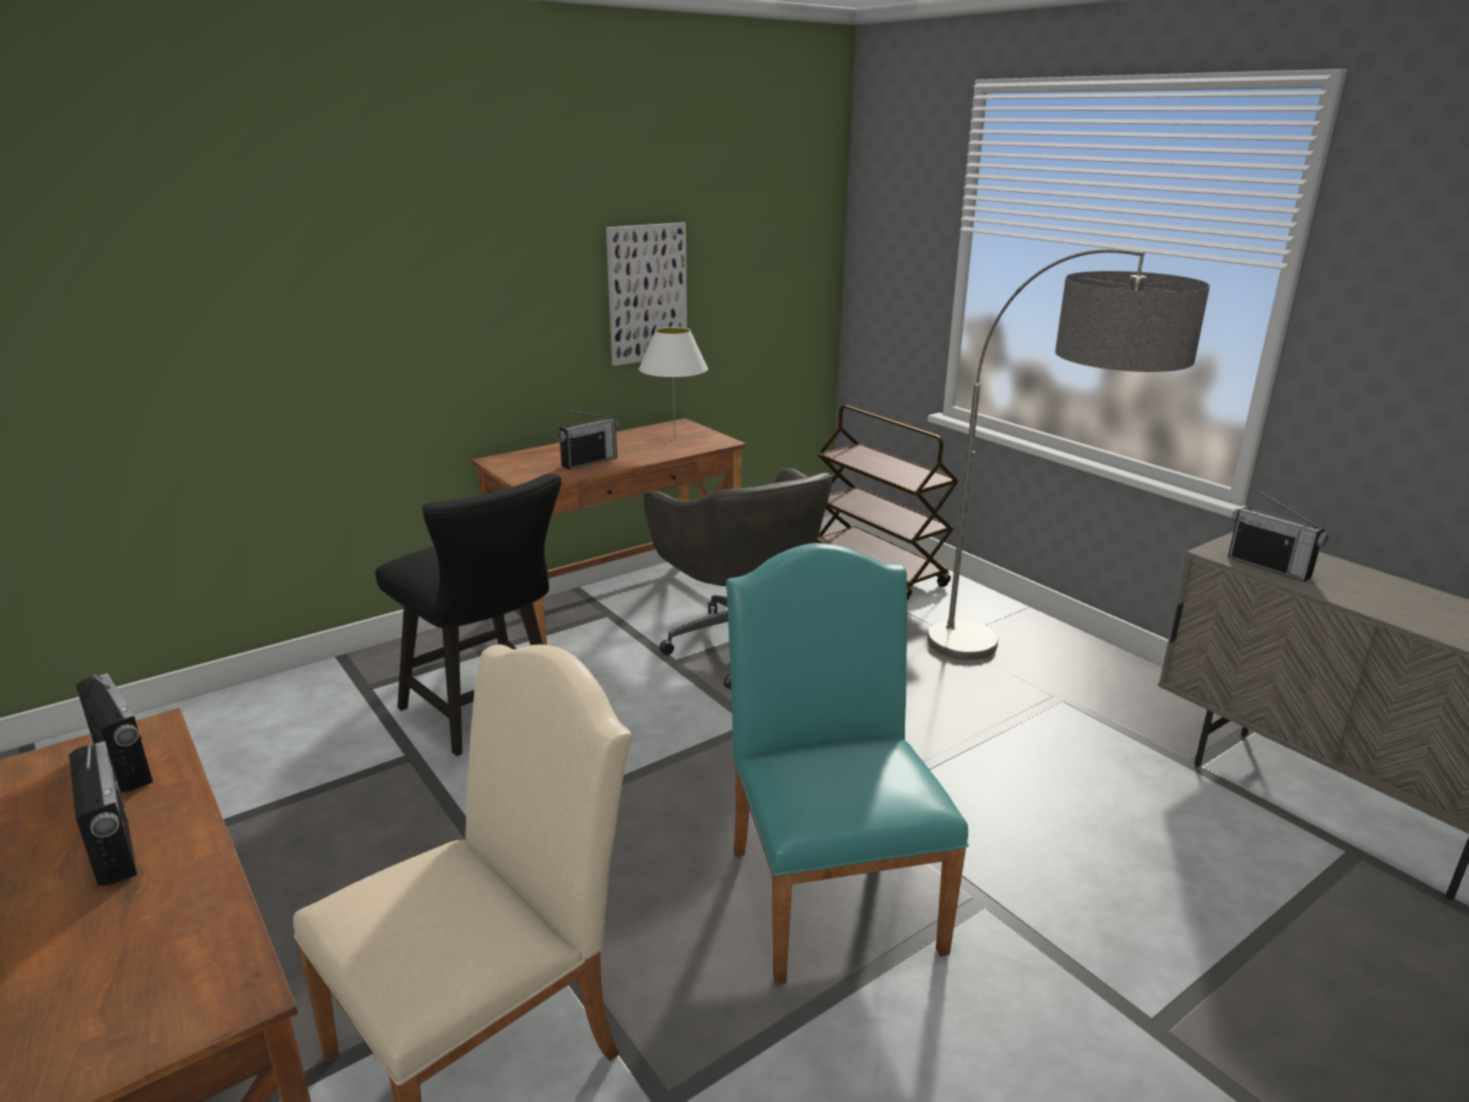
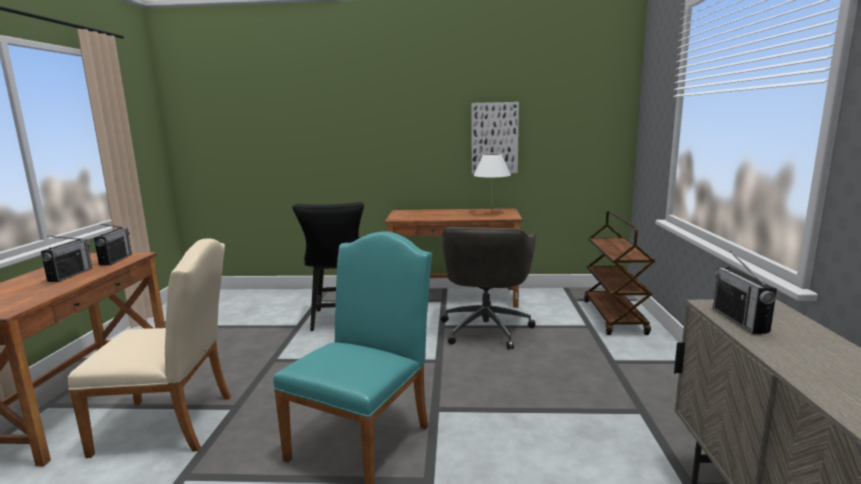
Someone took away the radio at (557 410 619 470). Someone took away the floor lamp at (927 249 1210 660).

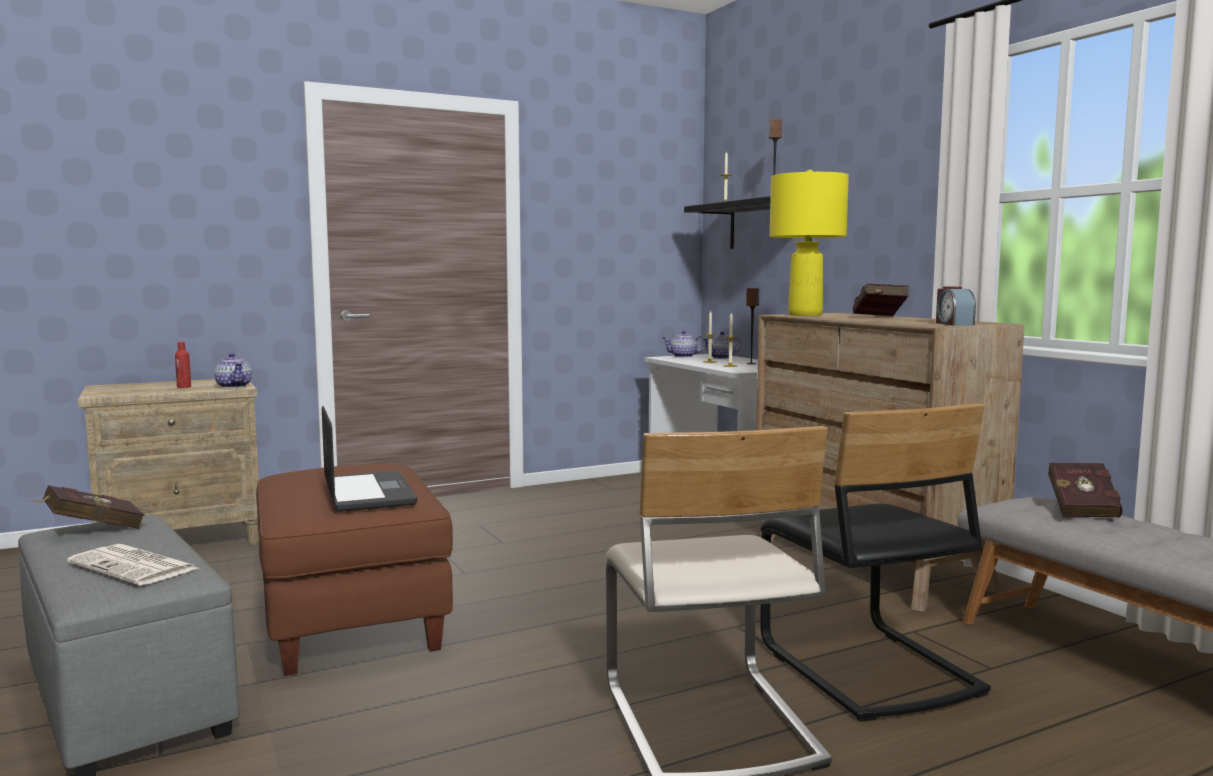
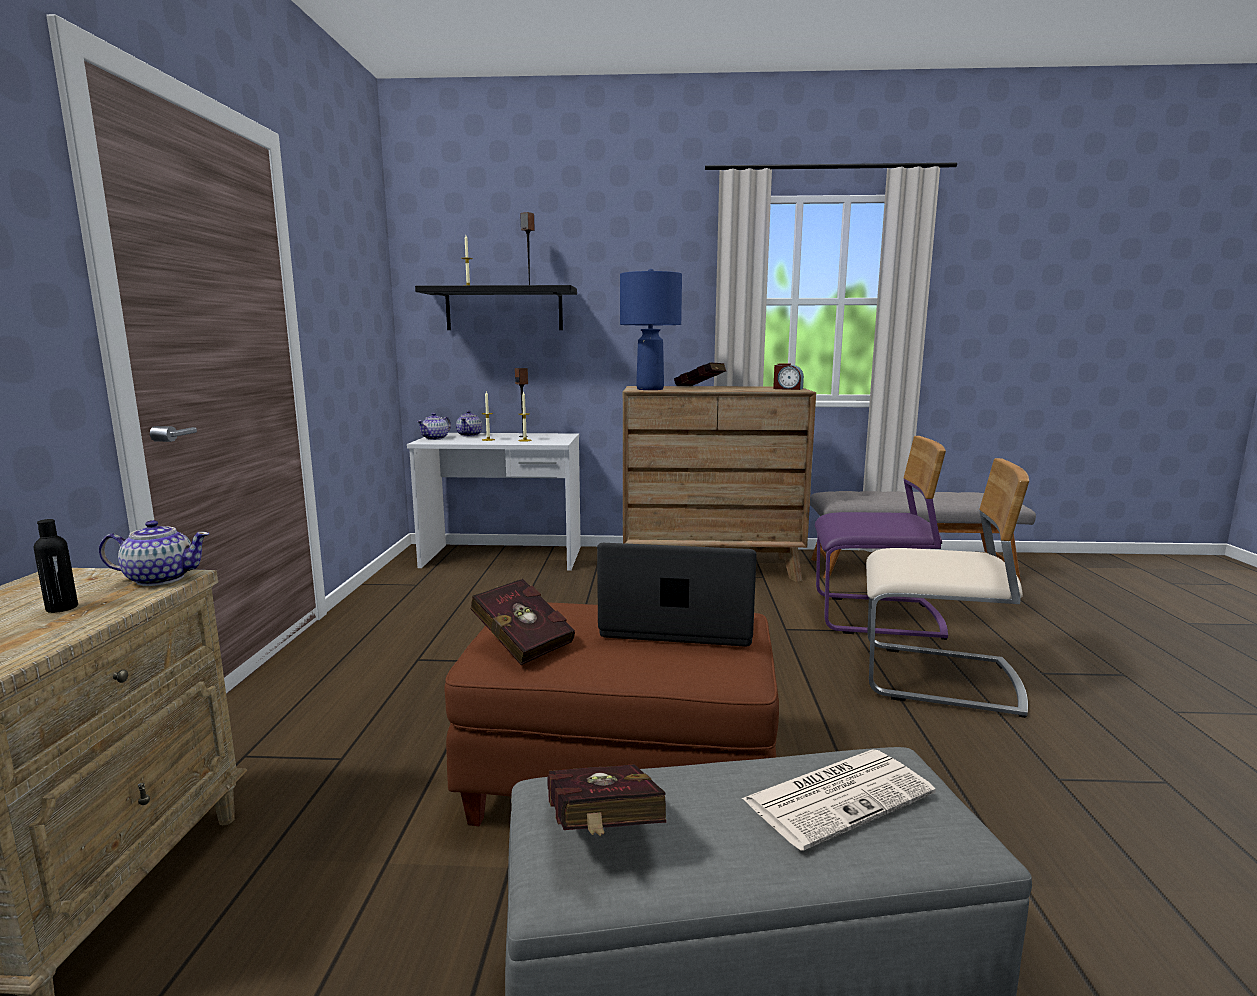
Someone carried the red book from (1048 463 1123 517) to (470 579 575 665). Someone repainted the red bottle at (175 342 191 388), which became the black bottle at (33 519 78 613). Someone repainted the black chair at (760 403 991 722), which became the purple chair at (815 436 948 640). Someone repainted the yellow table lamp at (770 170 849 316), which became the blue table lamp at (620 269 682 390).

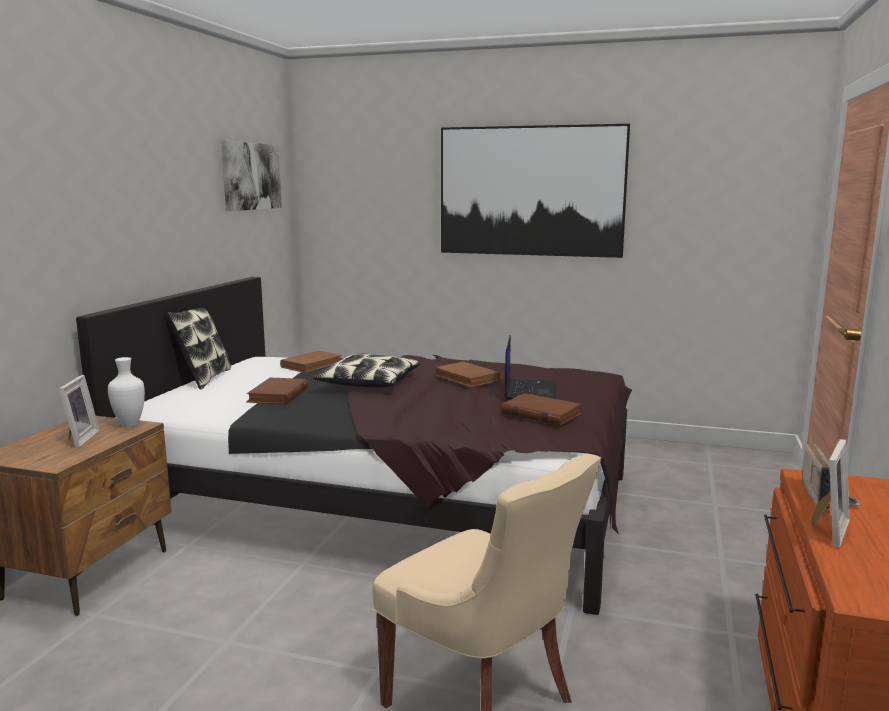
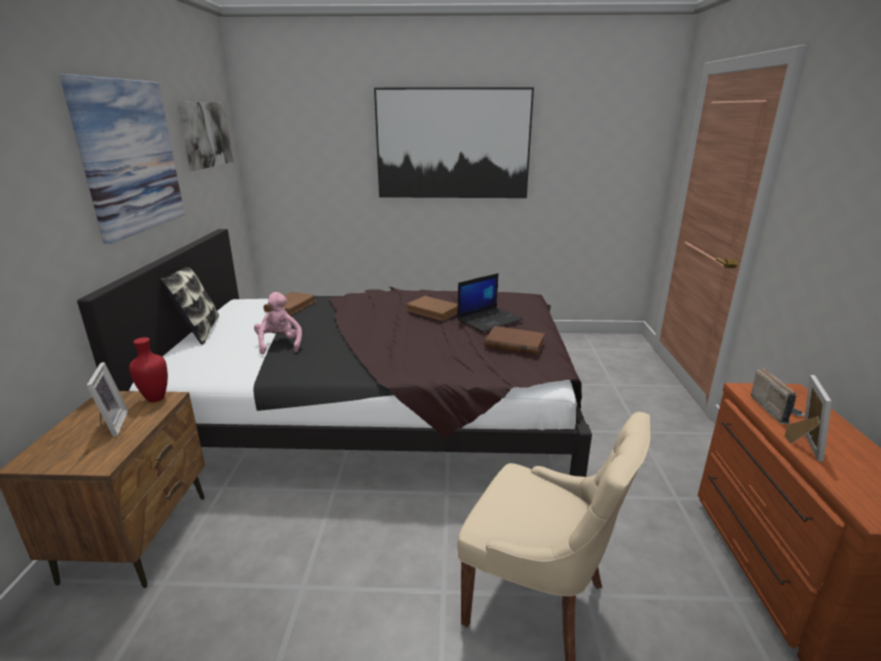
Someone took away the pillow at (313 353 419 387). Someone put up the picture at (59 74 185 244). Someone swapped the brown book at (246 378 308 404) for the pink plush toy at (254 292 302 354). Someone repainted the white vase at (108 357 145 427), which became the red vase at (129 337 168 402). Someone rotated the laptop at (504 335 556 399) by 60 degrees clockwise.

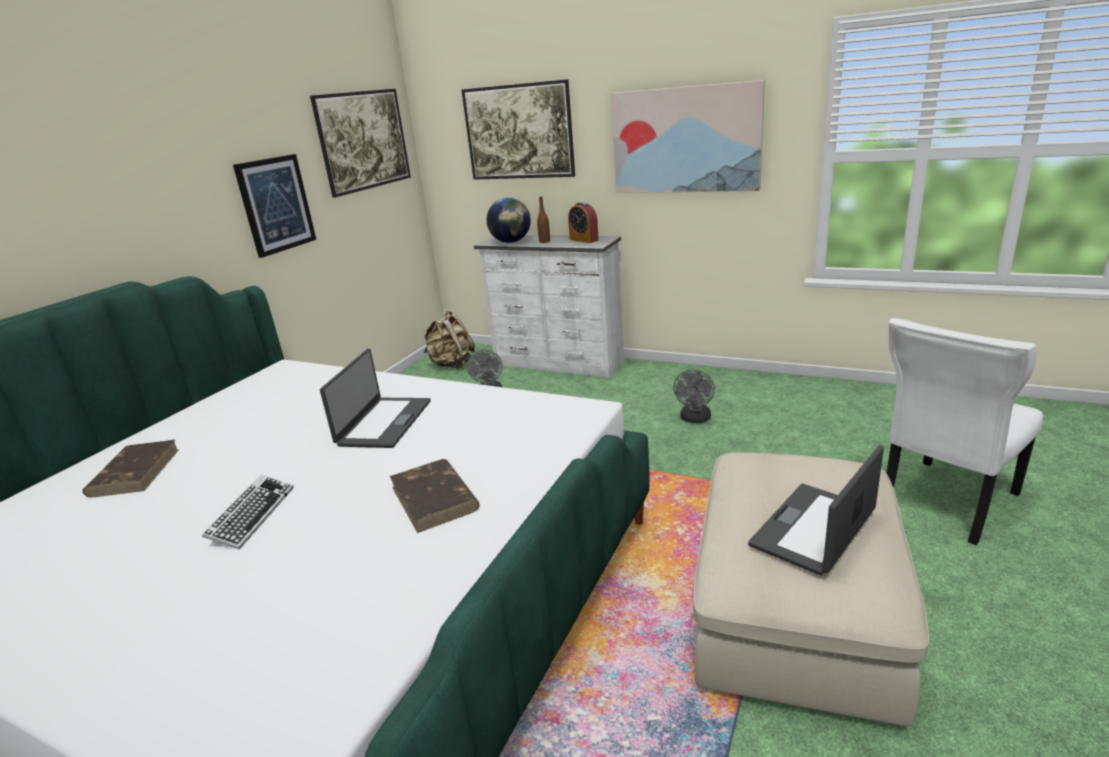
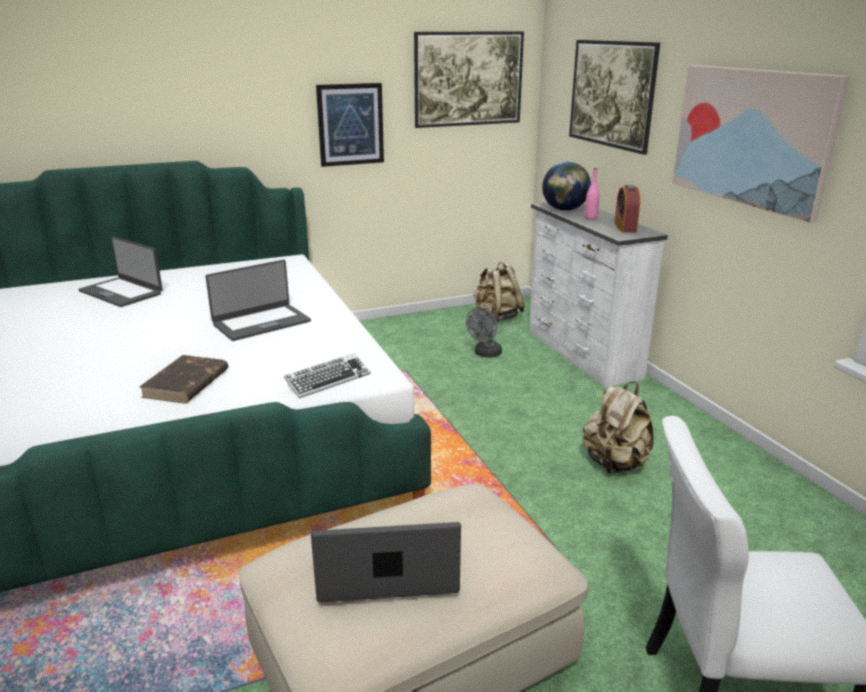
Someone carried the keyboard from (202 474 294 550) to (284 353 371 398). Someone swapped the brown book at (82 440 179 498) for the laptop at (78 236 163 307). Someone swapped the grey fan at (673 369 715 423) for the beige backpack at (583 382 654 474). Someone repainted the brown bottle at (537 196 550 243), which became the pink bottle at (585 168 600 220).

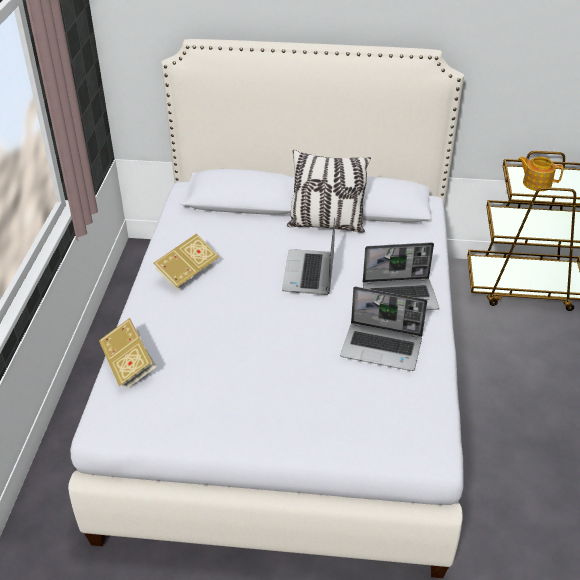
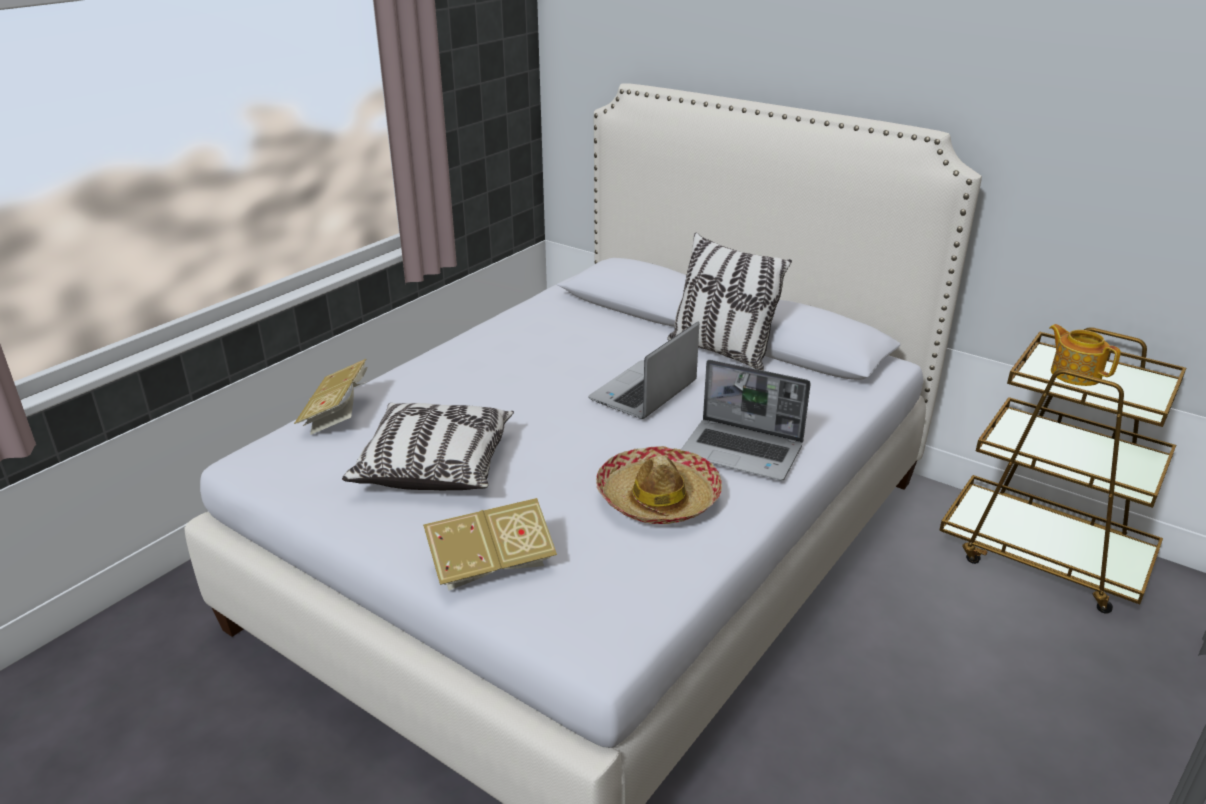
Someone put down the pillow at (342 403 514 490). Someone carried the book from (153 233 220 291) to (423 498 557 591). Someone swapped the laptop at (340 287 427 371) for the hat at (596 446 722 524).

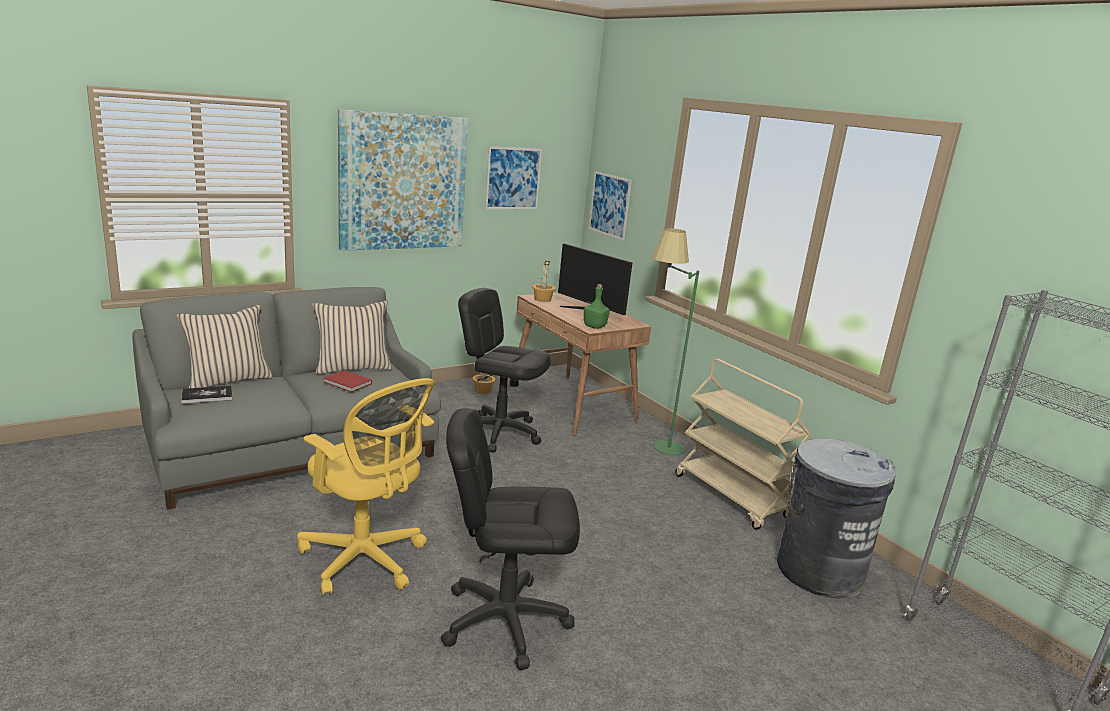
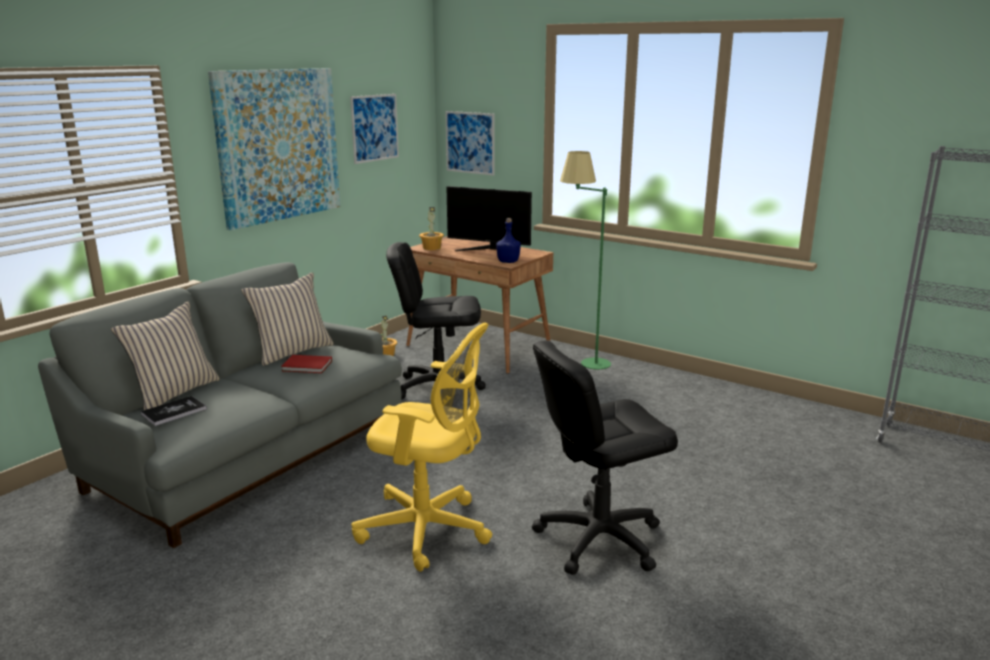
Someone took away the beige cart at (675 359 811 530). Someone took away the grey trash can at (777 439 896 598). Someone repainted the green bottle at (584 284 610 329), which became the blue bottle at (496 218 521 263).

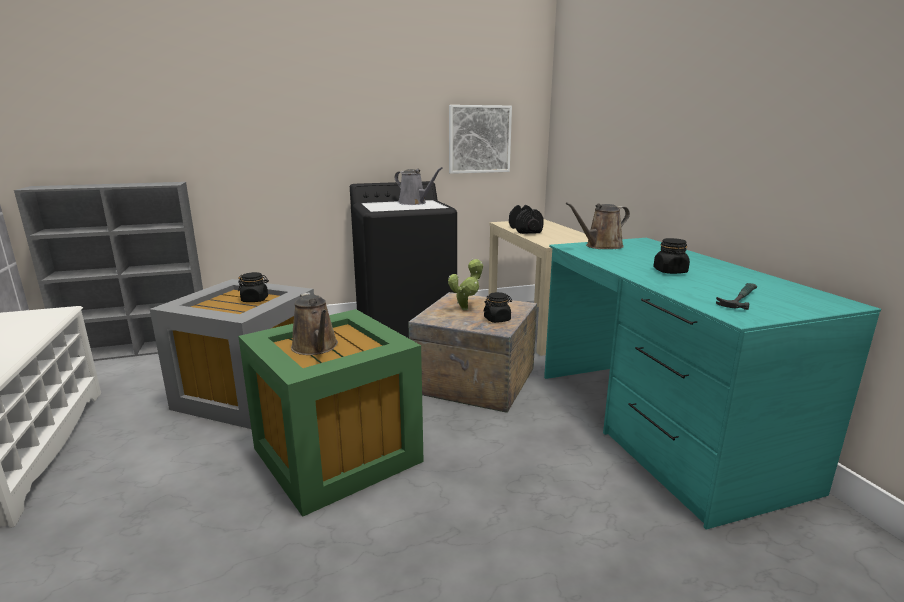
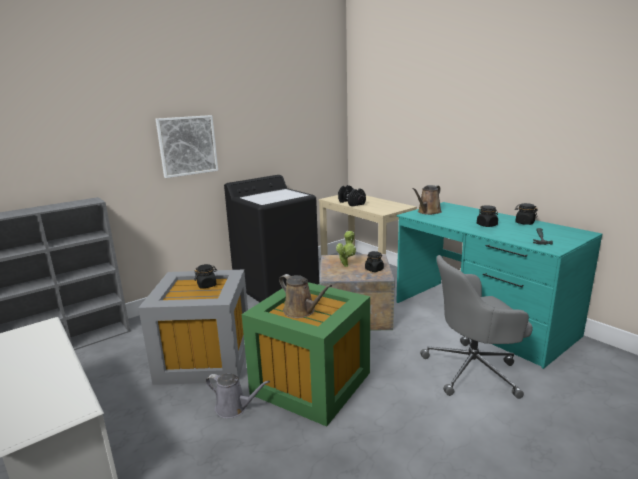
Someone put down the grey office chair at (420 255 533 399). Someone put down the black jar at (515 203 538 225). Someone carried the grey watering can from (395 167 443 205) to (206 373 270 418). Someone carried the picture from (449 105 512 174) to (156 115 218 178).

